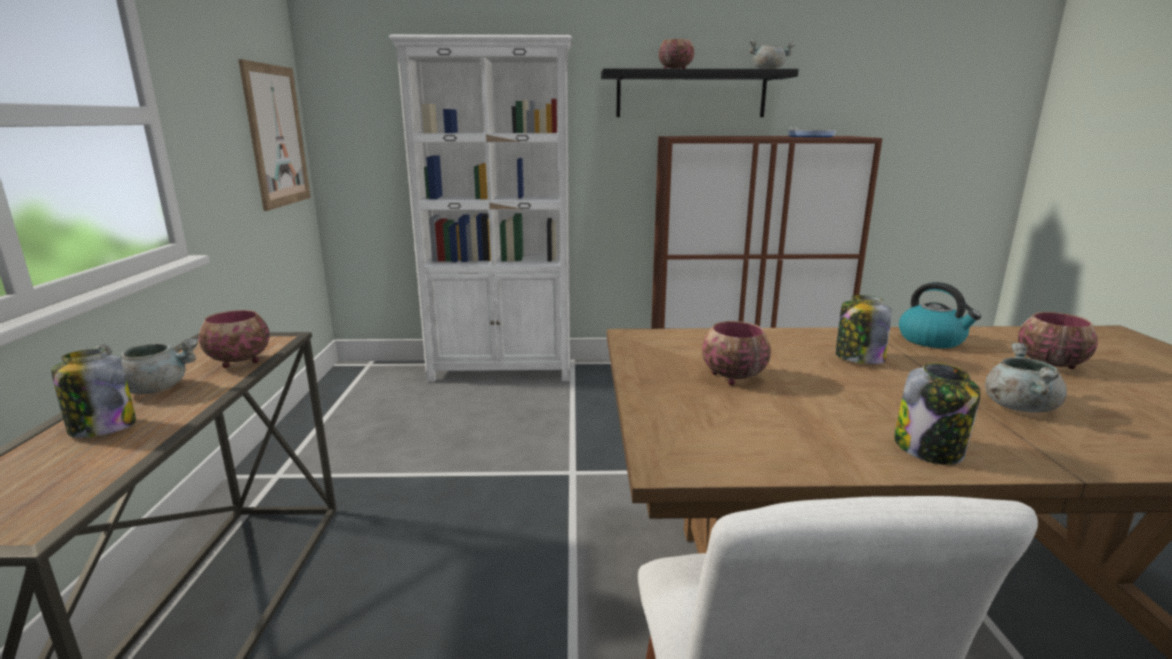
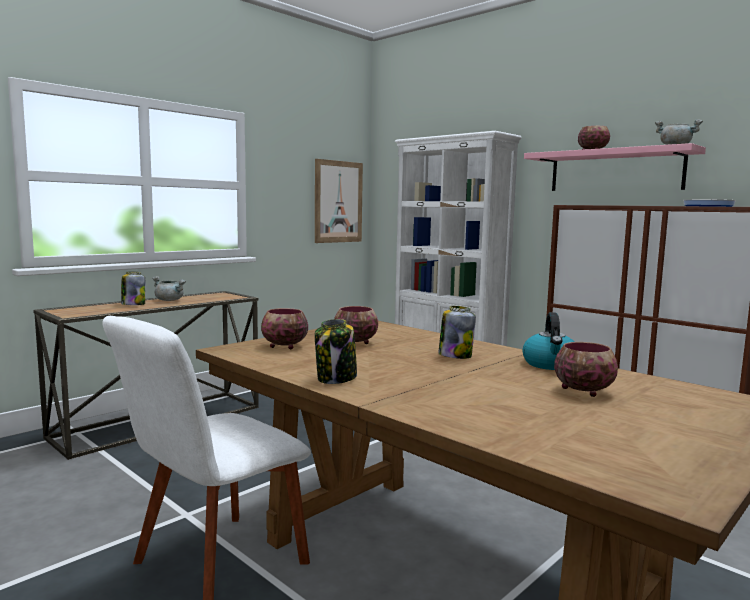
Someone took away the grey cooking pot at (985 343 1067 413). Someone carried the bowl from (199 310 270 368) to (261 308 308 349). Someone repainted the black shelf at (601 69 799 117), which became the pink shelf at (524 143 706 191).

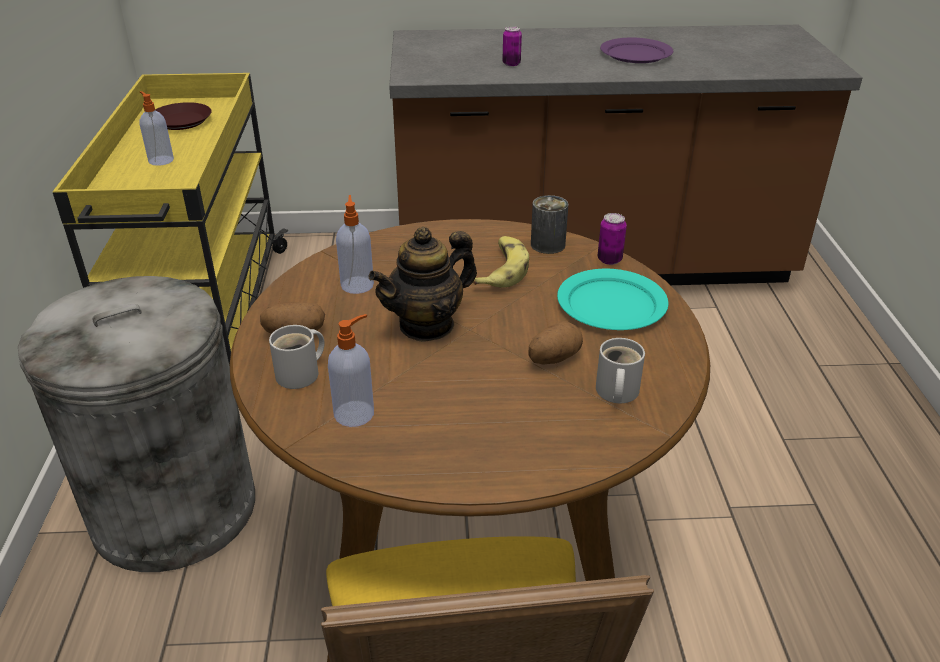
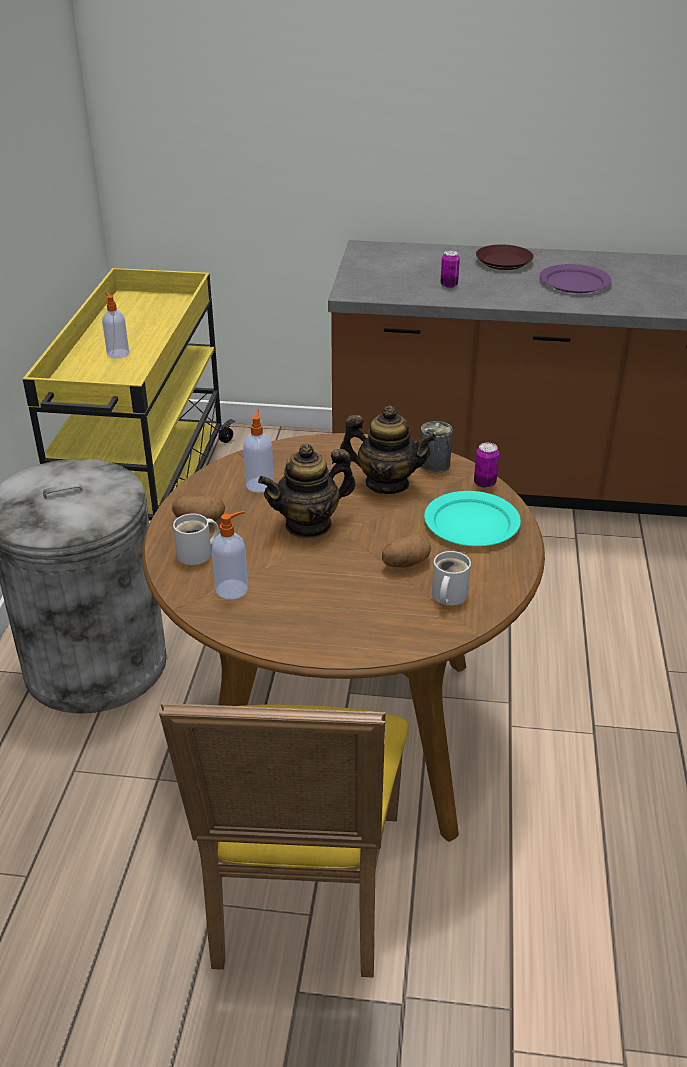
Someone carried the brown plate from (155 102 211 130) to (476 244 534 270). Someone swapped the banana at (473 236 529 288) for the teapot at (340 405 437 494).

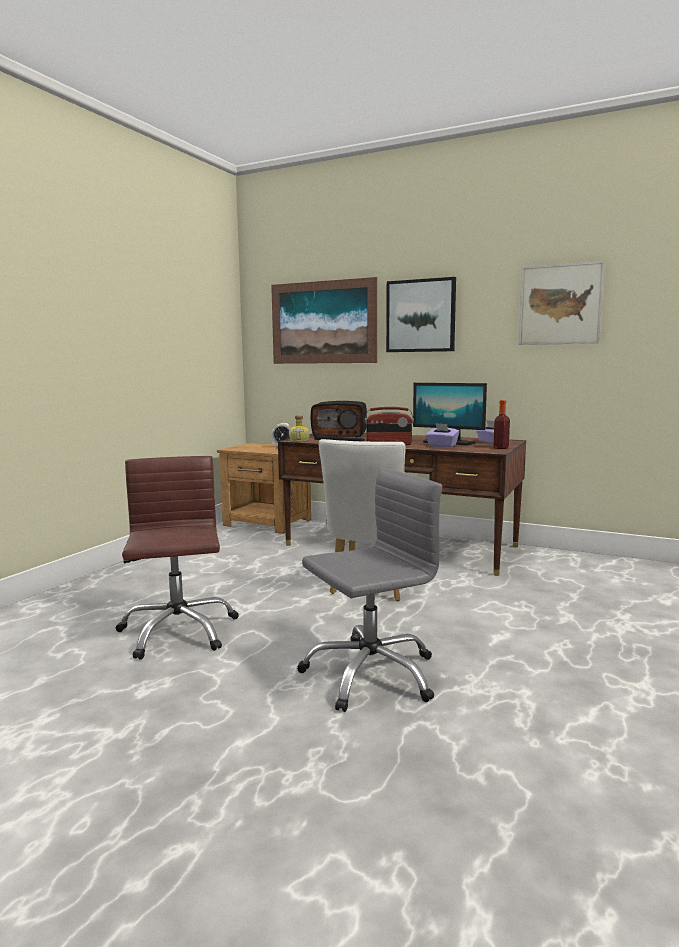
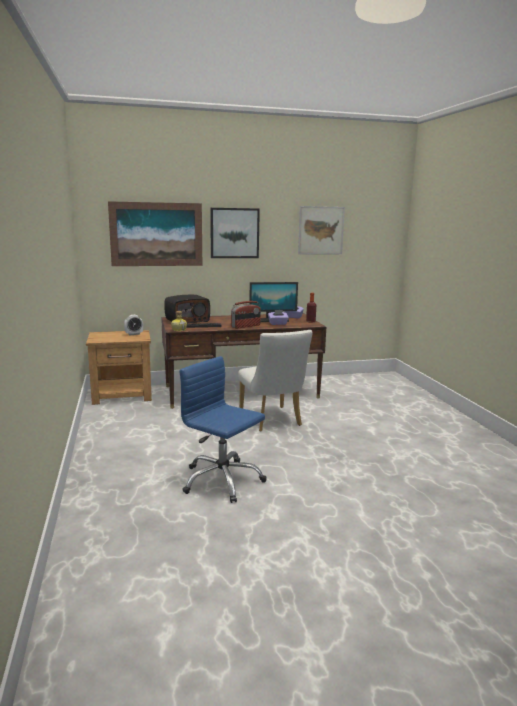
Someone took away the grey office chair at (297 468 442 712). Someone repainted the brown office chair at (116 456 239 660), which became the blue office chair at (179 356 267 503).

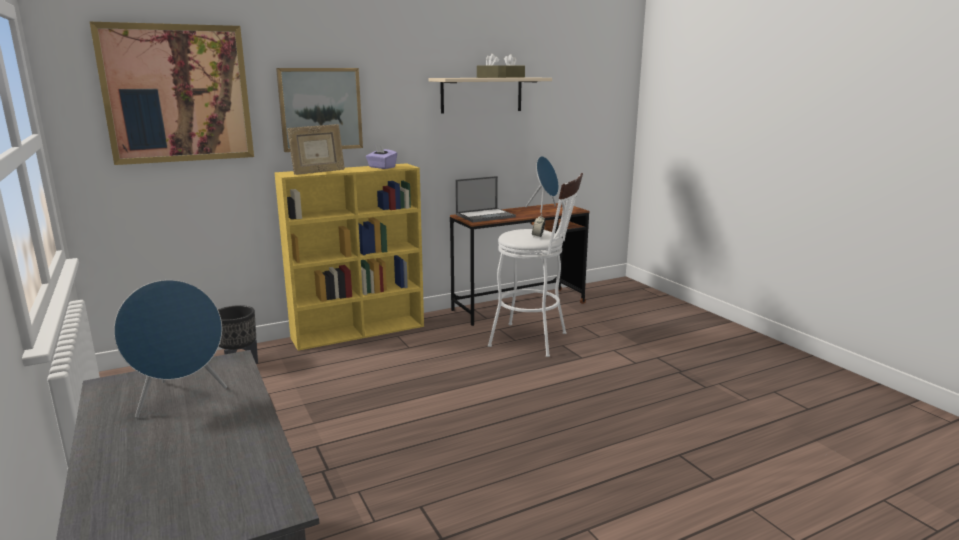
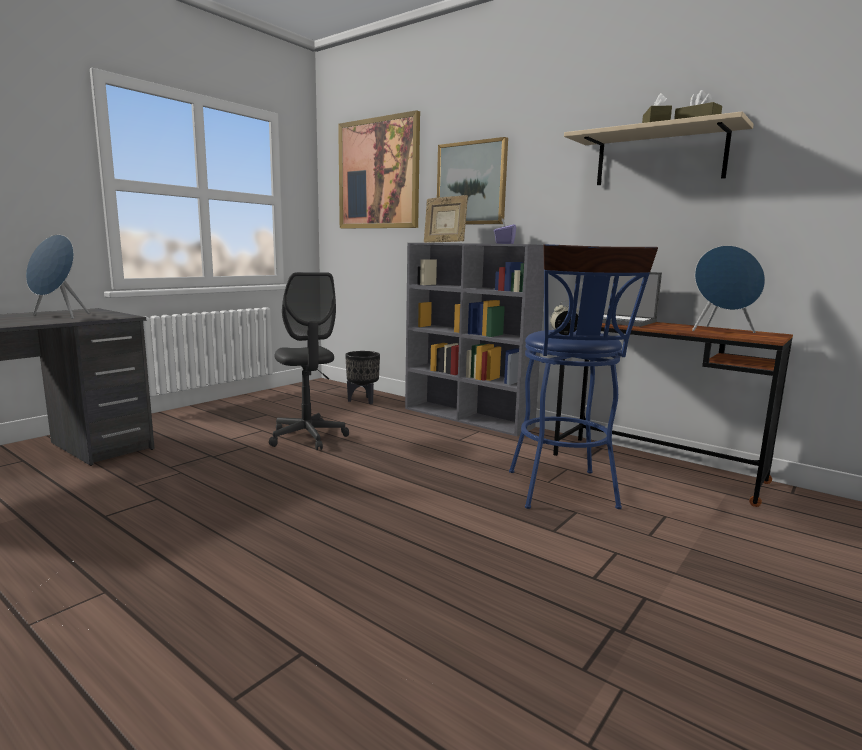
Someone put down the grey office chair at (269 272 349 450). Someone repainted the yellow bookcase at (274 163 424 351), which became the grey bookcase at (405 243 544 436). Someone repainted the white stool at (488 173 583 357), which became the blue stool at (509 244 658 509).

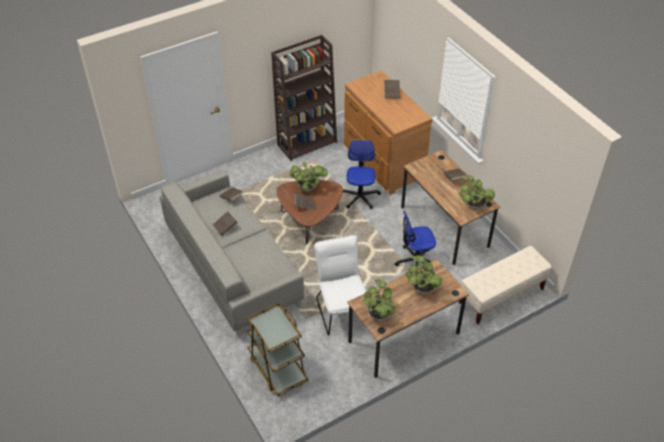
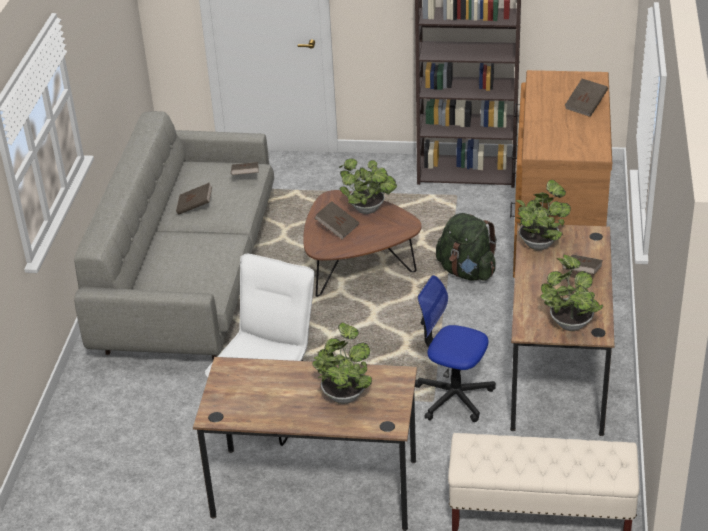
Someone took away the brown cart at (247 303 308 396). Someone carried the potted plant from (363 279 396 321) to (516 180 571 250). Someone swapped the office chair at (343 140 381 209) for the green backpack at (436 213 497 281).

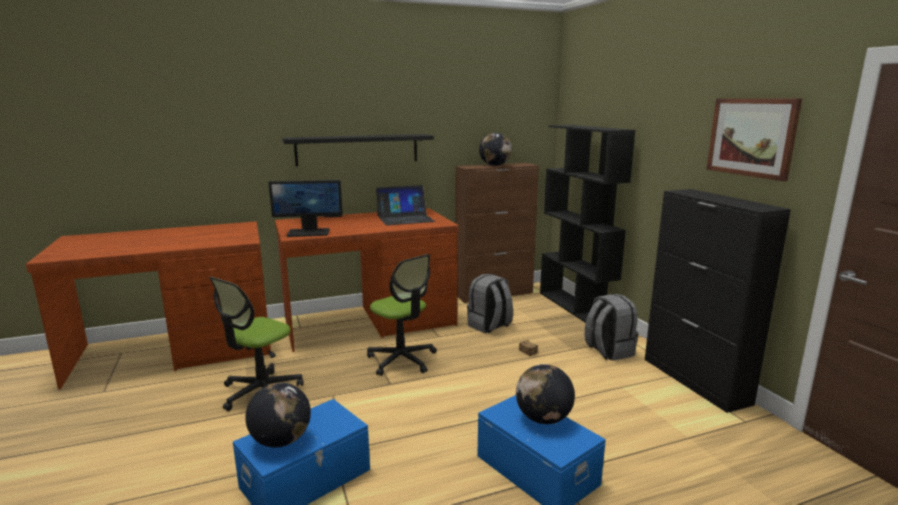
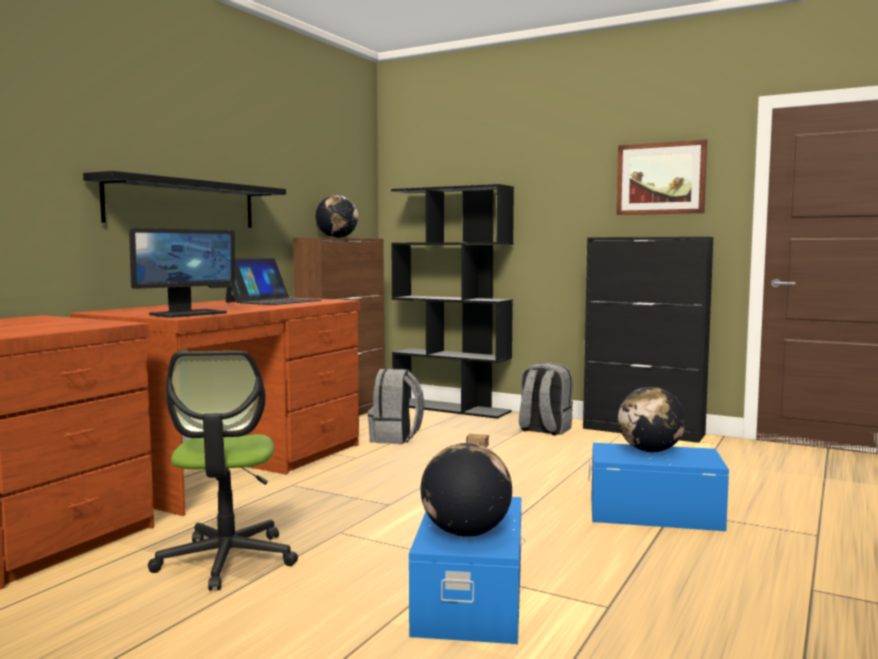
Someone took away the office chair at (367 254 437 376).

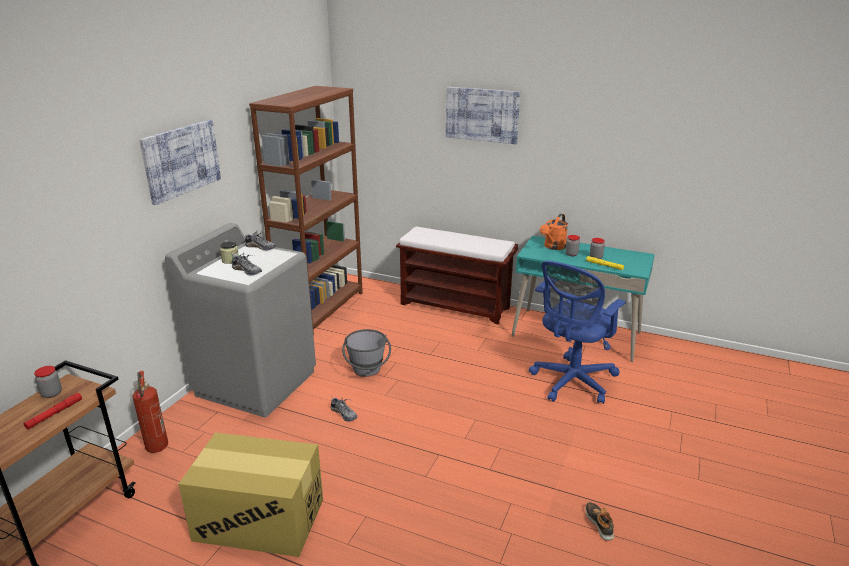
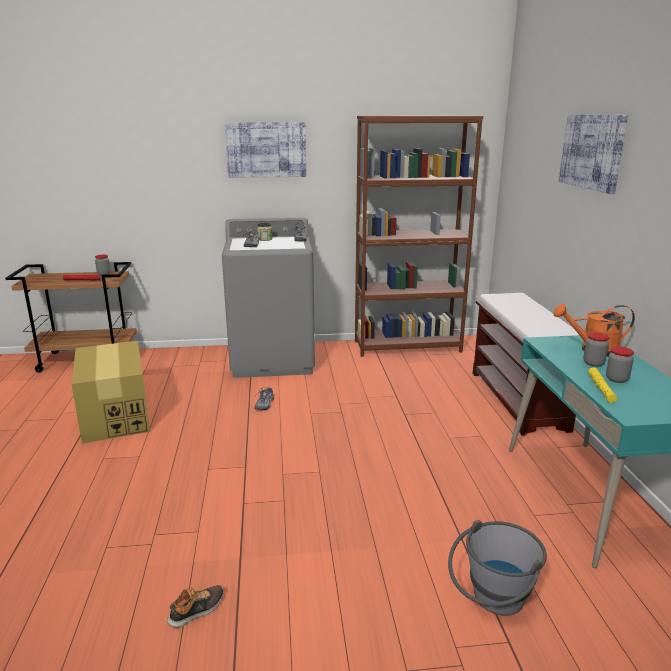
Someone took away the fire extinguisher at (133 371 168 453). Someone took away the blue office chair at (529 261 626 404). Someone carried the grey bucket from (342 329 391 377) to (448 520 547 616).

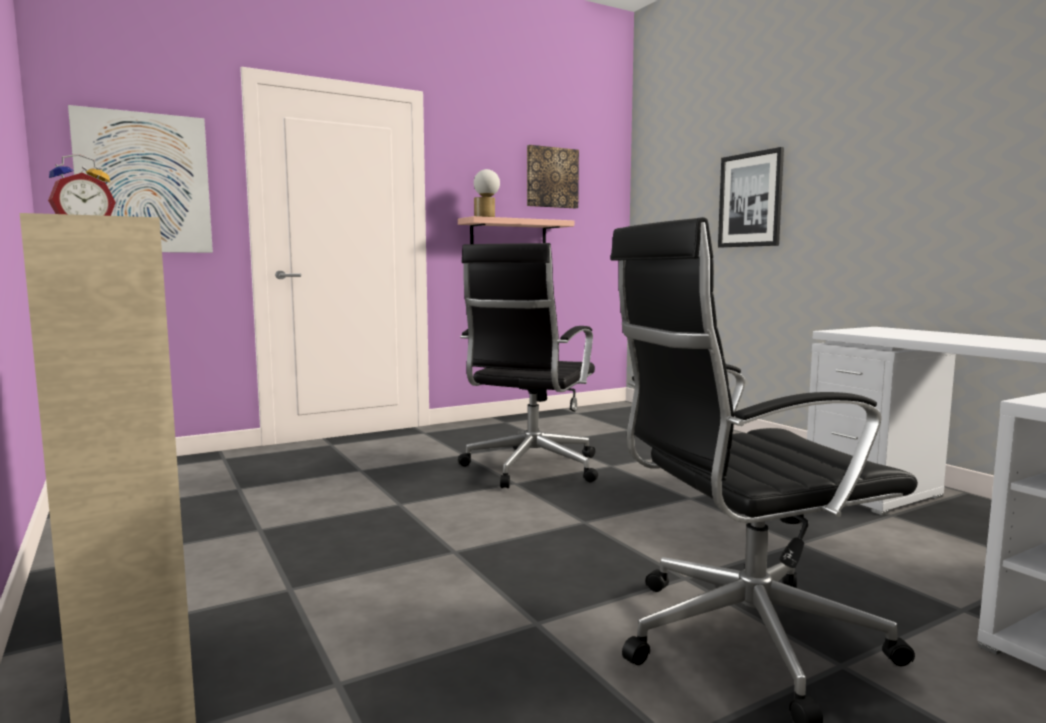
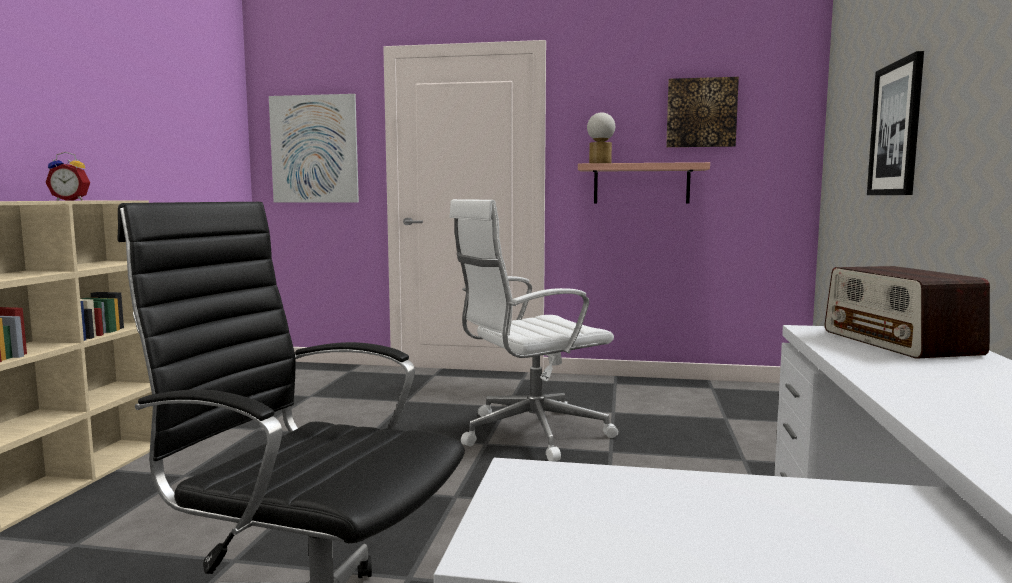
Someone put down the radio at (825 266 990 359). Someone repainted the black office chair at (458 243 598 488), which became the white office chair at (449 199 618 461).

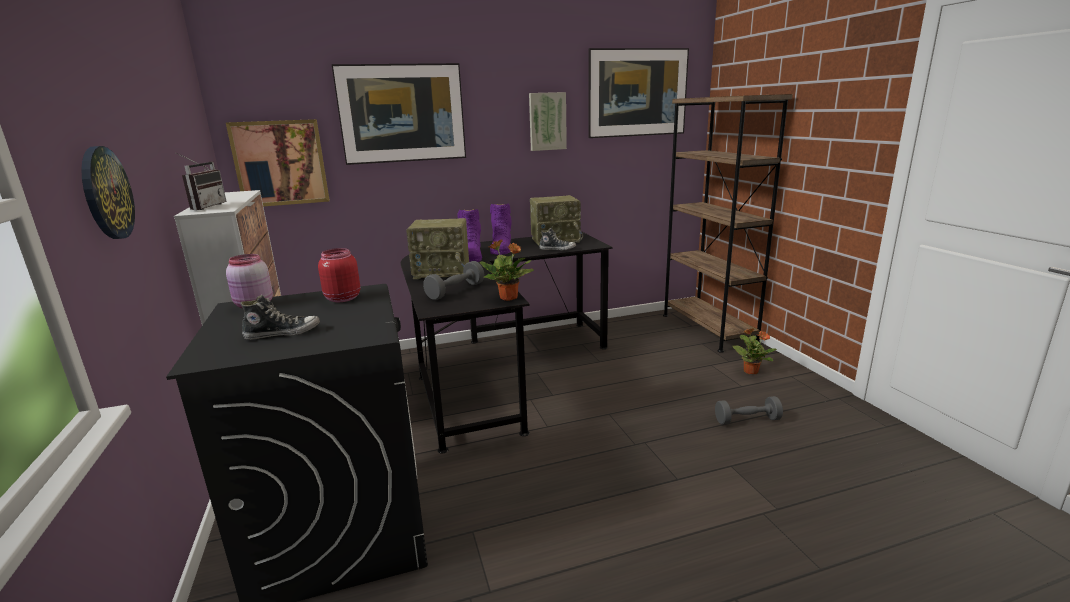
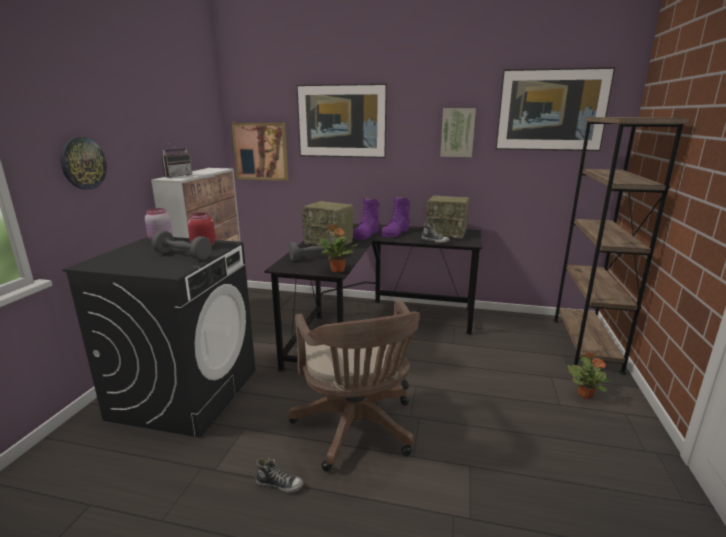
Someone put down the brown office chair at (288 300 420 472). Someone carried the shoe from (240 295 320 339) to (256 458 303 493). Someone carried the grey dumbbell from (715 396 783 425) to (152 231 212 260).

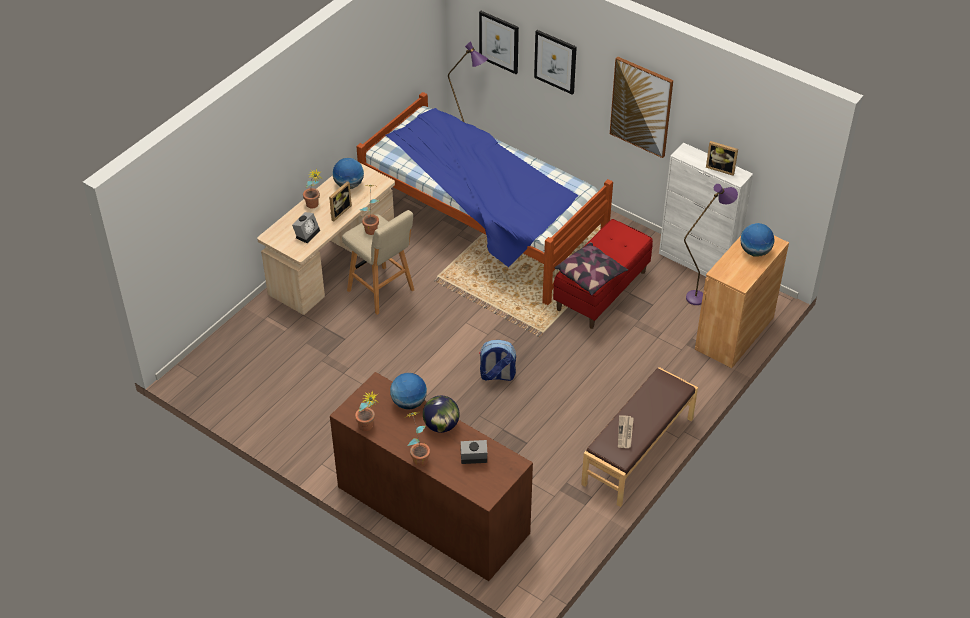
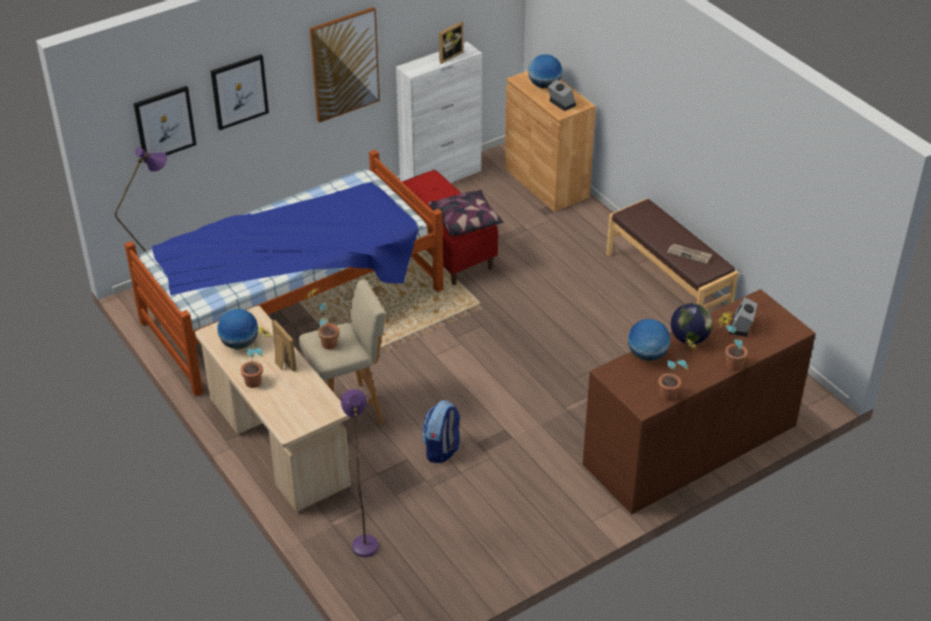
Someone carried the alarm clock from (292 212 320 243) to (548 79 576 111). Someone carried the backpack from (479 340 516 381) to (422 400 460 463). Someone carried the purple floor lamp from (684 184 738 305) to (341 389 378 557).

